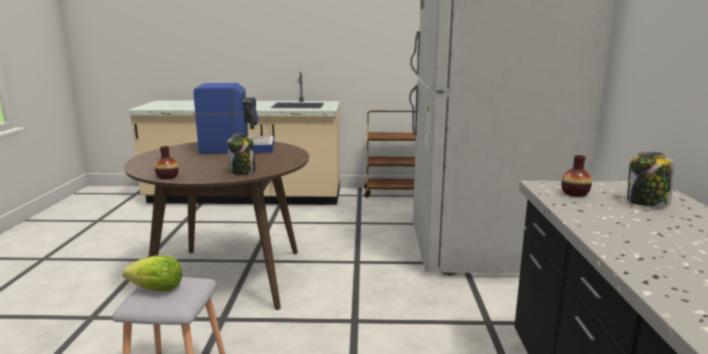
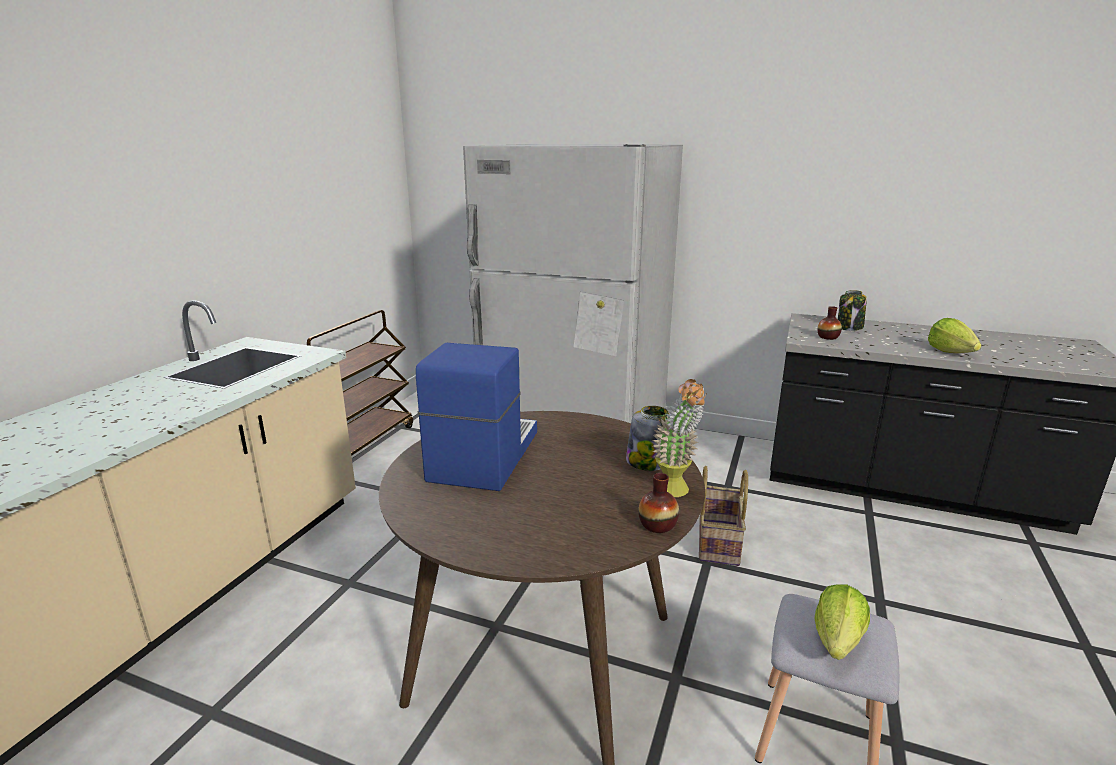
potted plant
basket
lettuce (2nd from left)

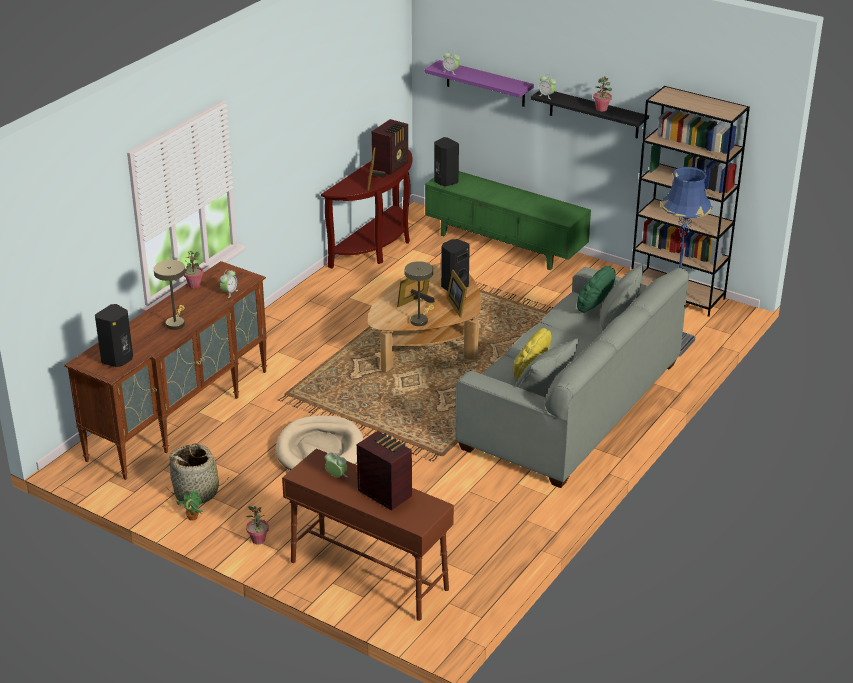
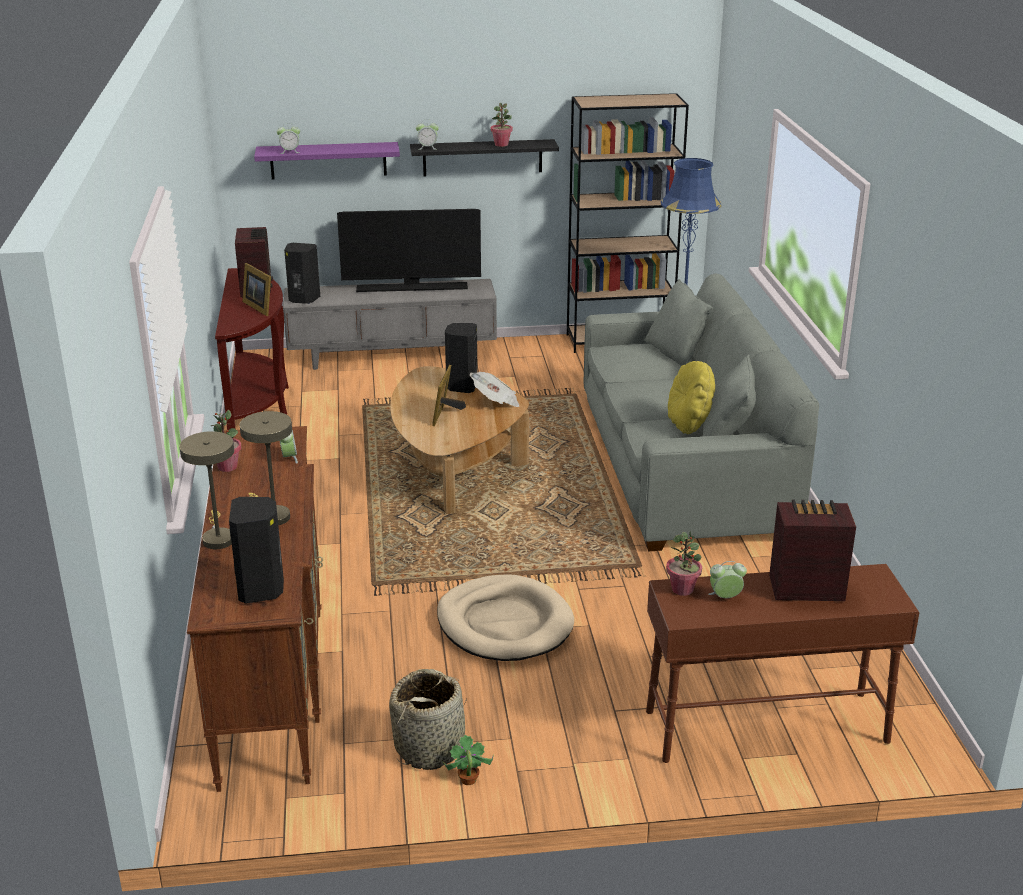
pillow in green
television
potted plant (4th from left)
table lamp in beige (1st from left)
newspaper
tv stand in grey

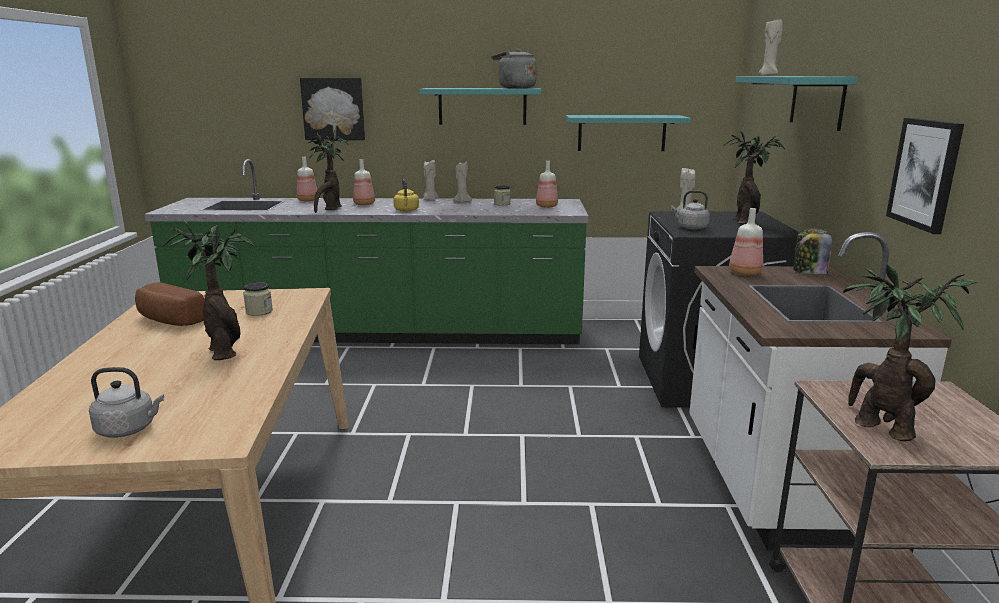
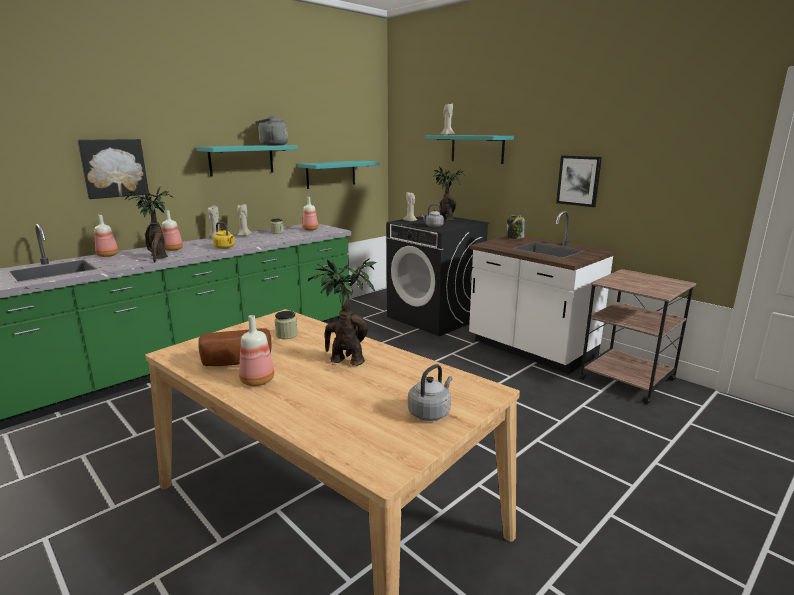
potted plant (4th from left in the first image)
bottle (3rd from left)

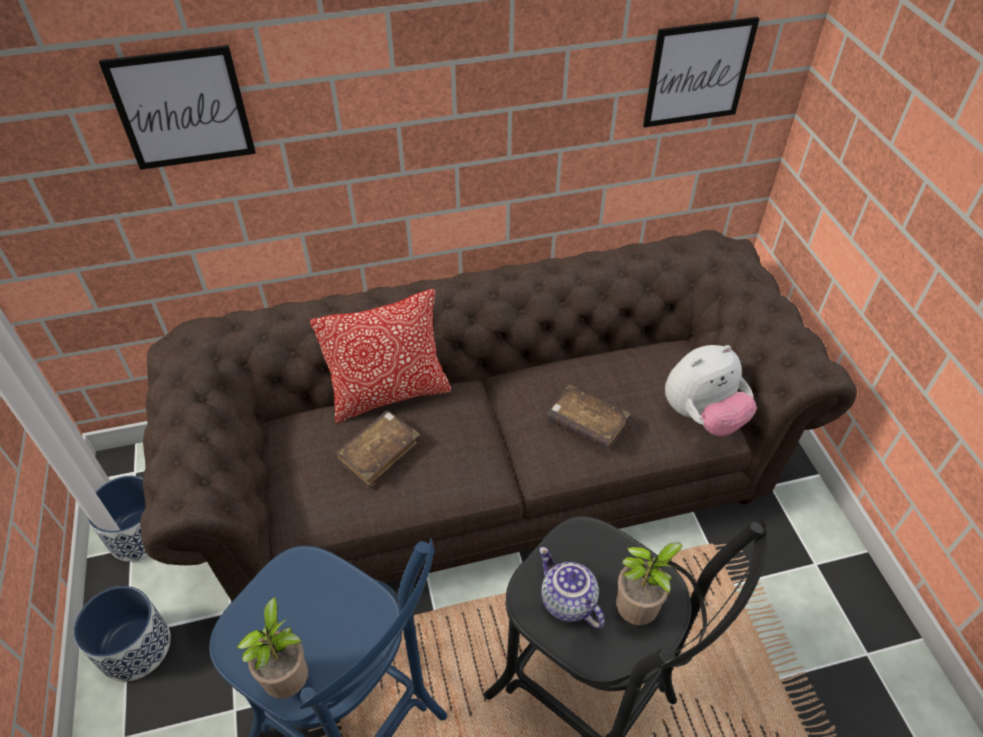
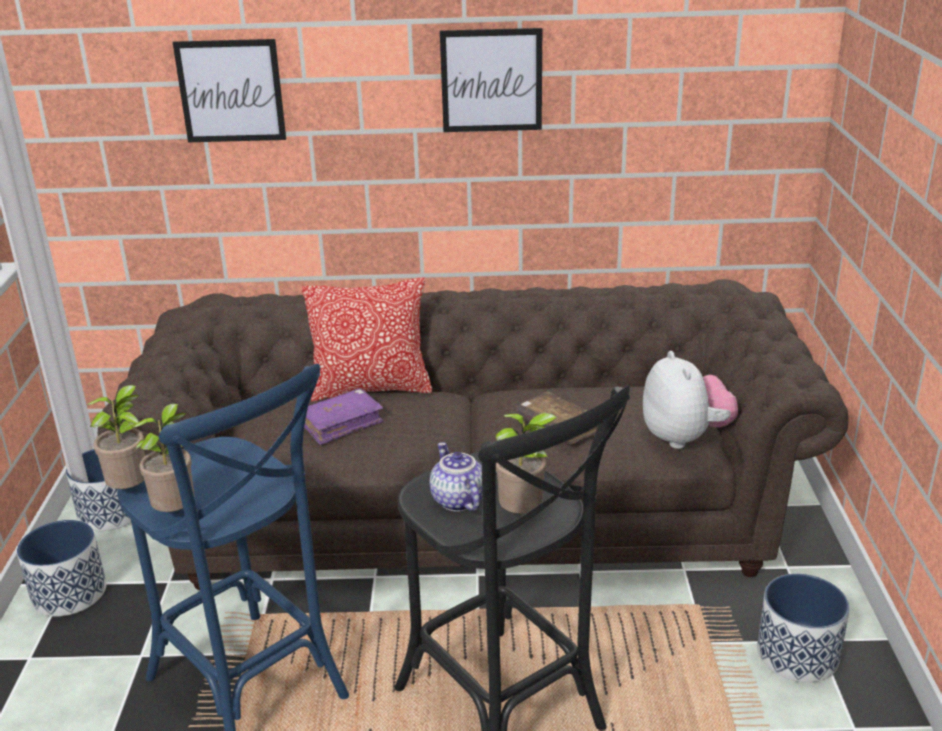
potted plant (1st from left)
planter (3rd from left)
picture (2nd from left)
book in purple
plush toy

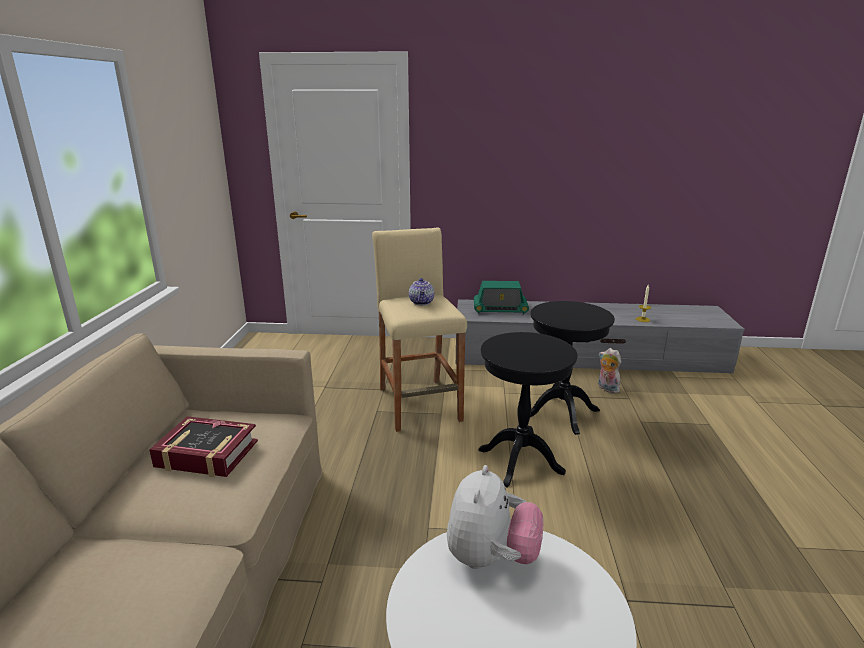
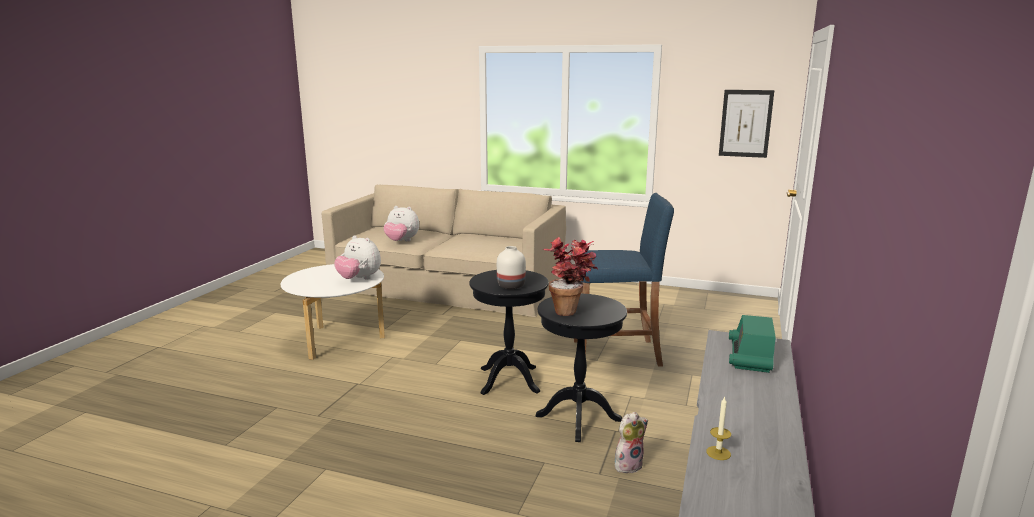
book
teapot
plush toy (2nd from left)
vase in white
potted plant
picture
stool in blue

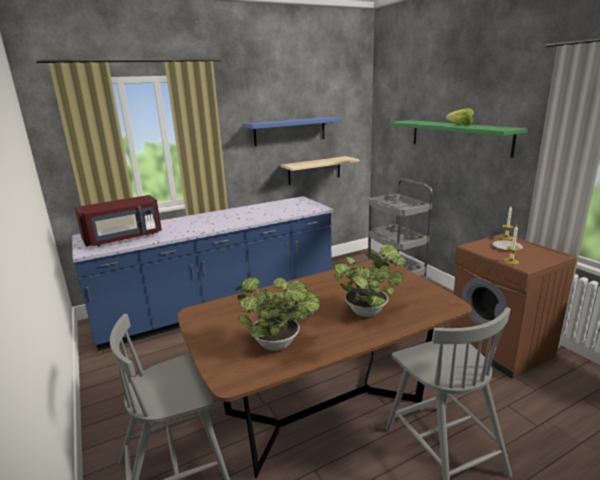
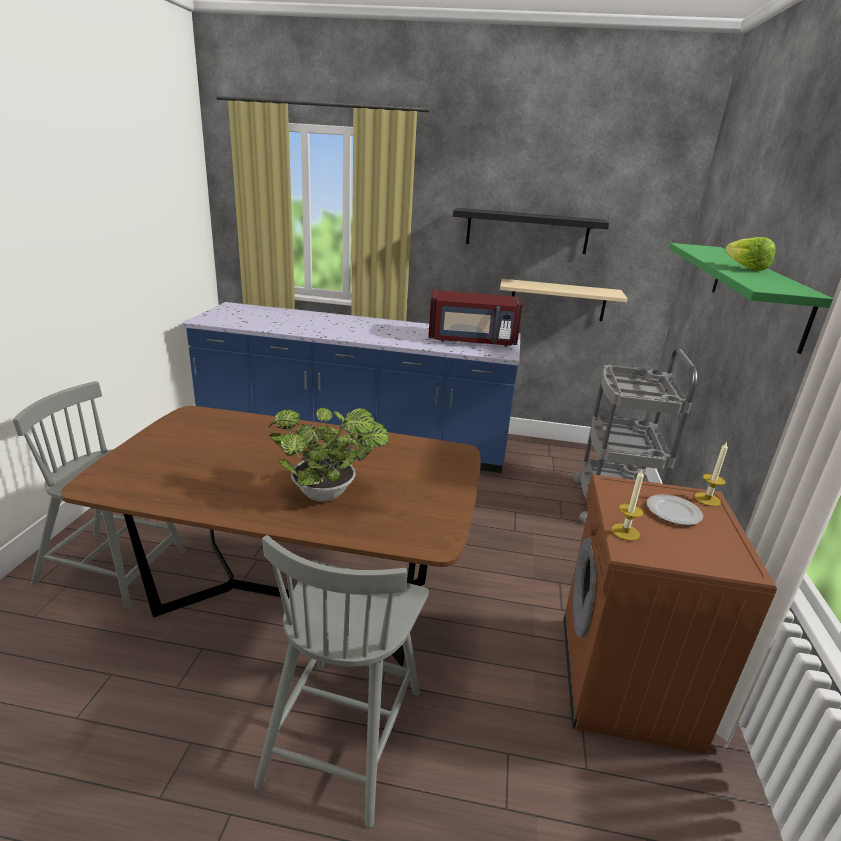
potted plant (1st from left in the first image)
microwave in red
shelf in black

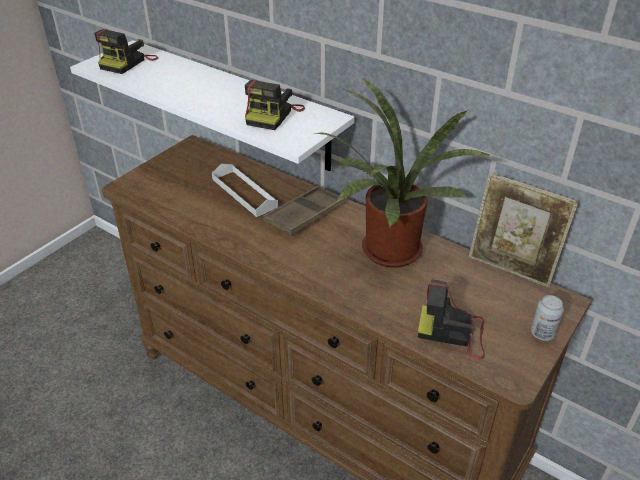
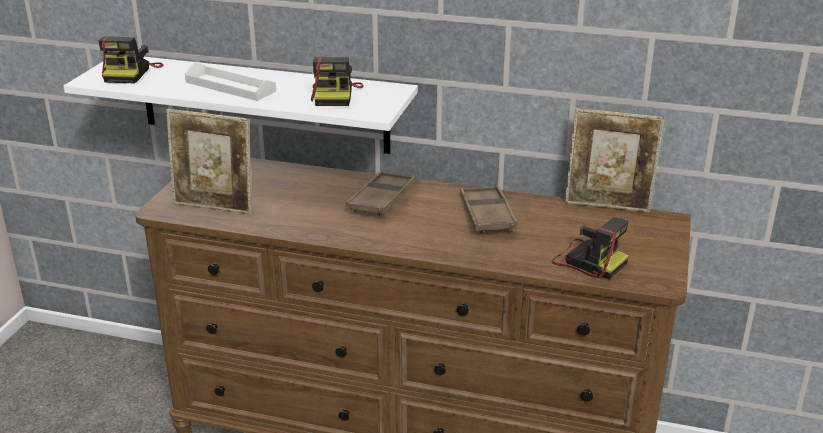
can
picture frame (1st from left)
tray in white
tray in brown (2nd from left)
photo camera (3rd from left)

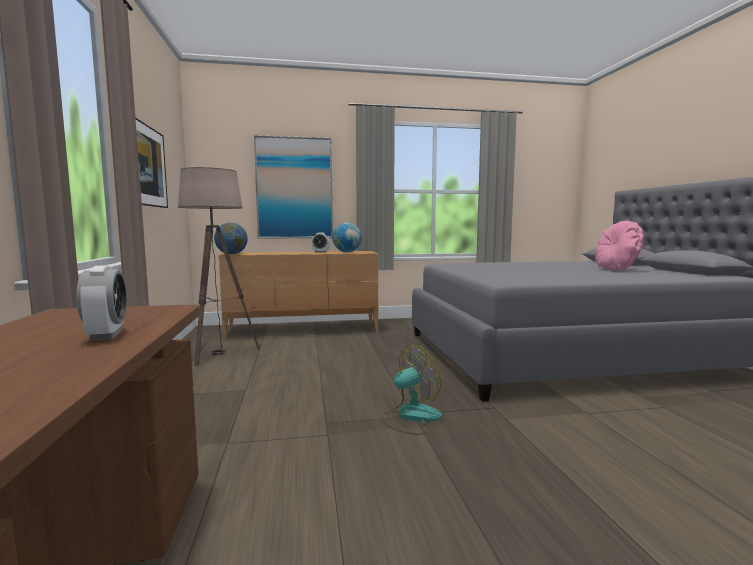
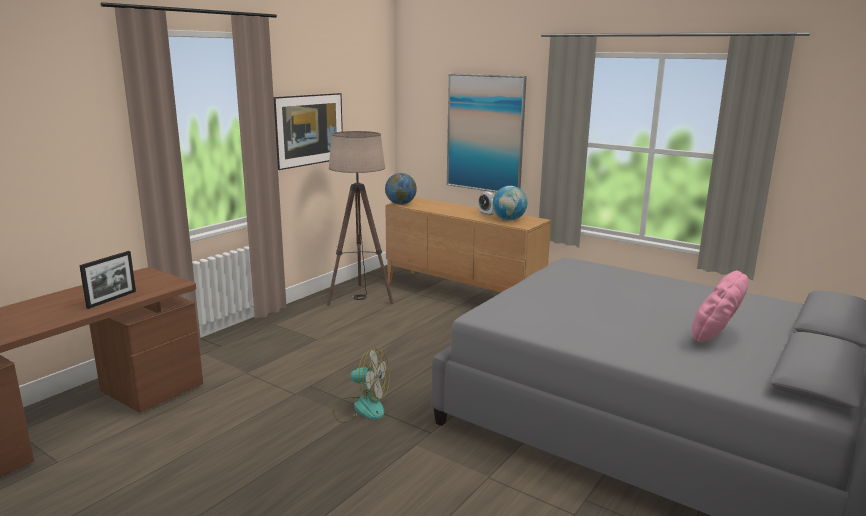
picture frame

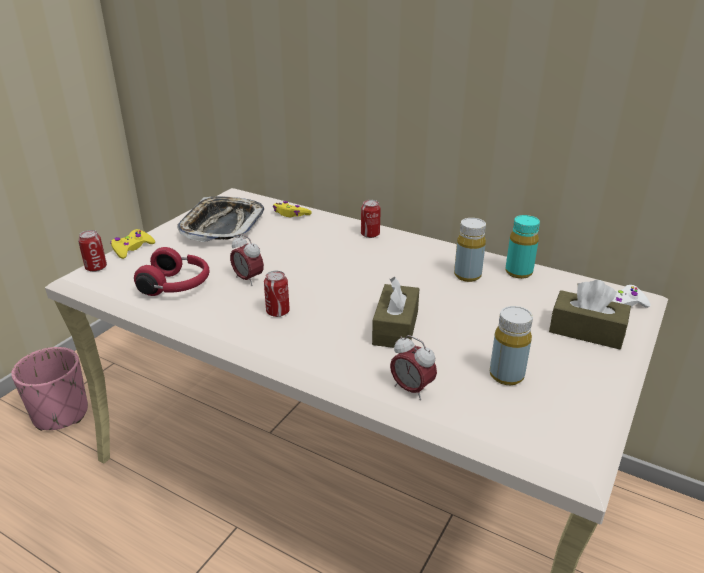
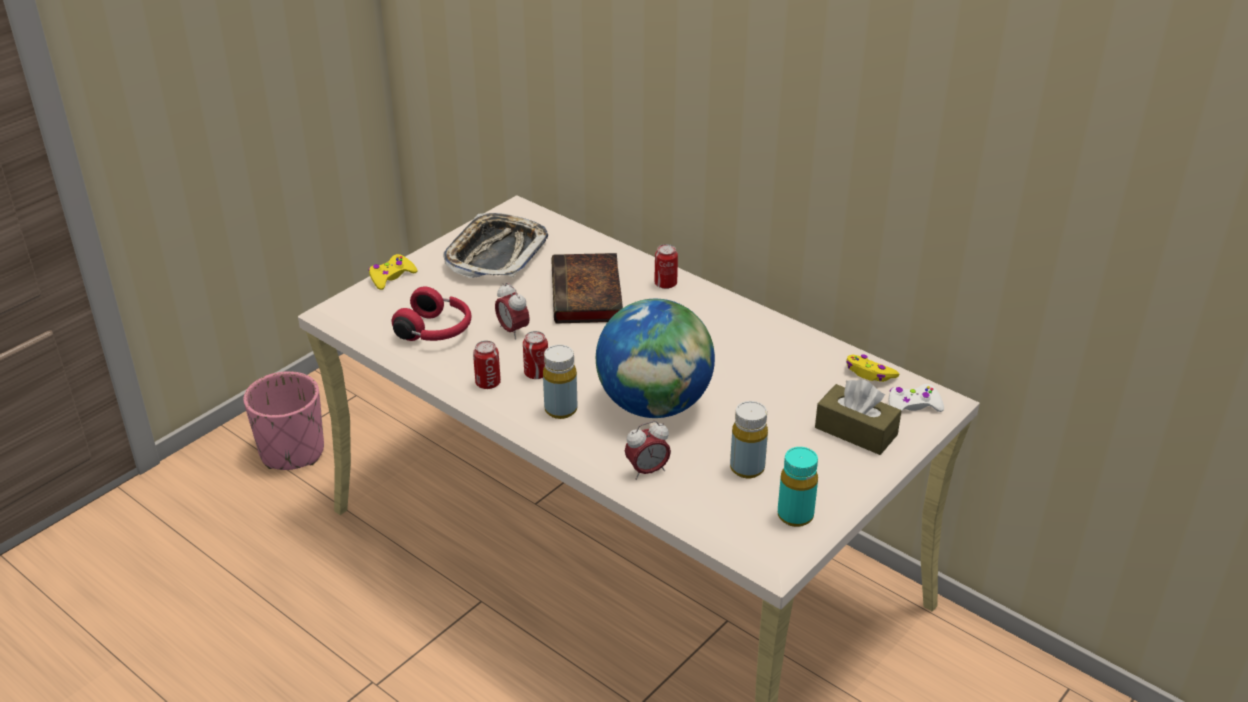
book
can (1st from left)
game controller in yellow (2nd from left)
bottle in yellow (1st from left)
bottle in turquoise
globe
alarm clock (2nd from left)

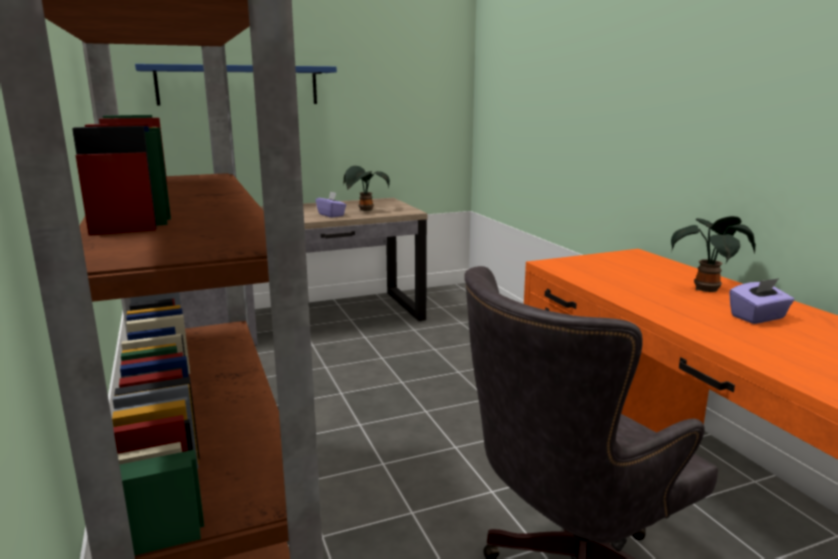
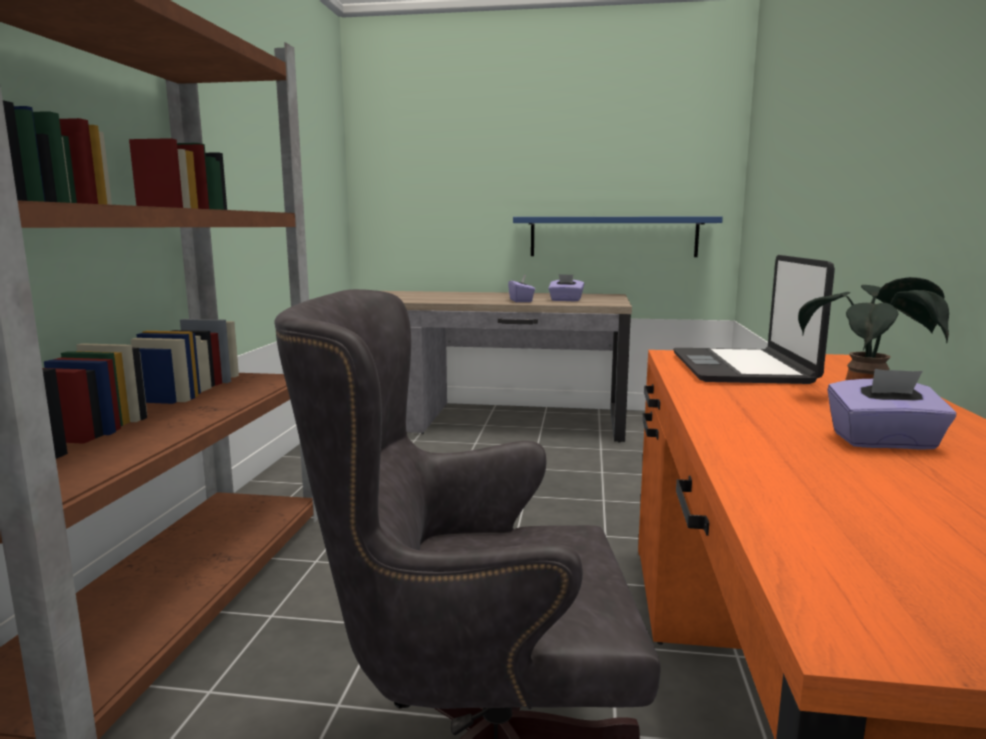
laptop
shelf in blue
tissue box in purple (2nd from left)

